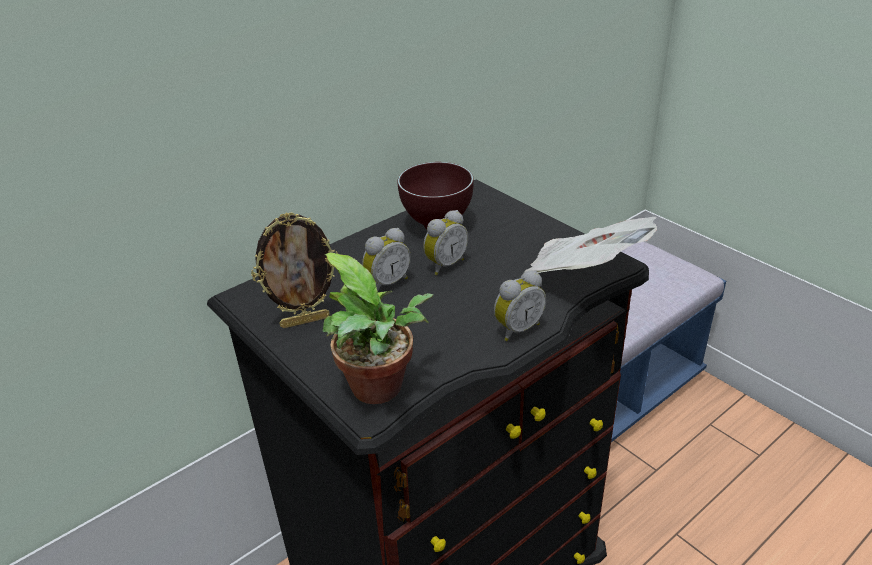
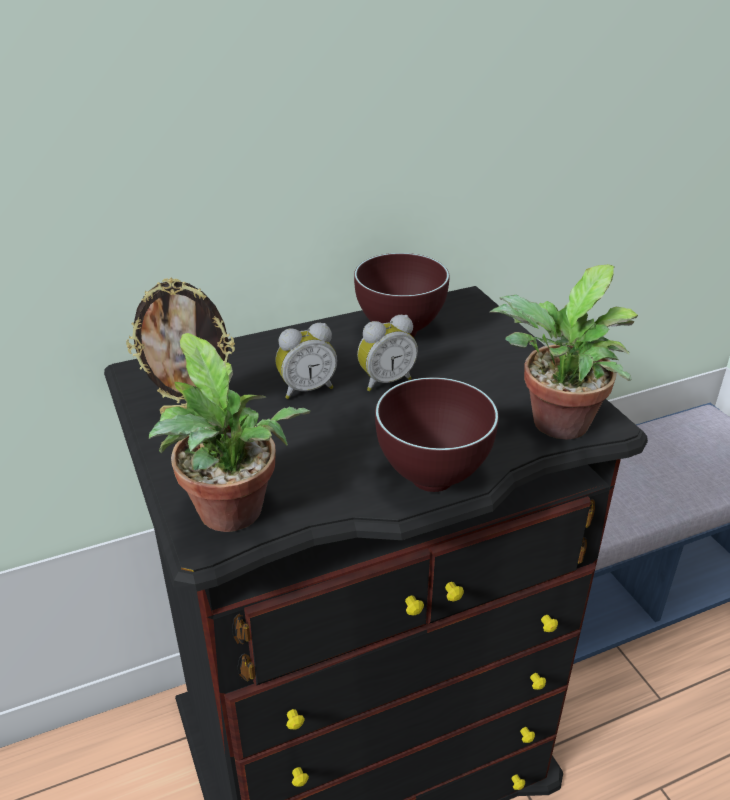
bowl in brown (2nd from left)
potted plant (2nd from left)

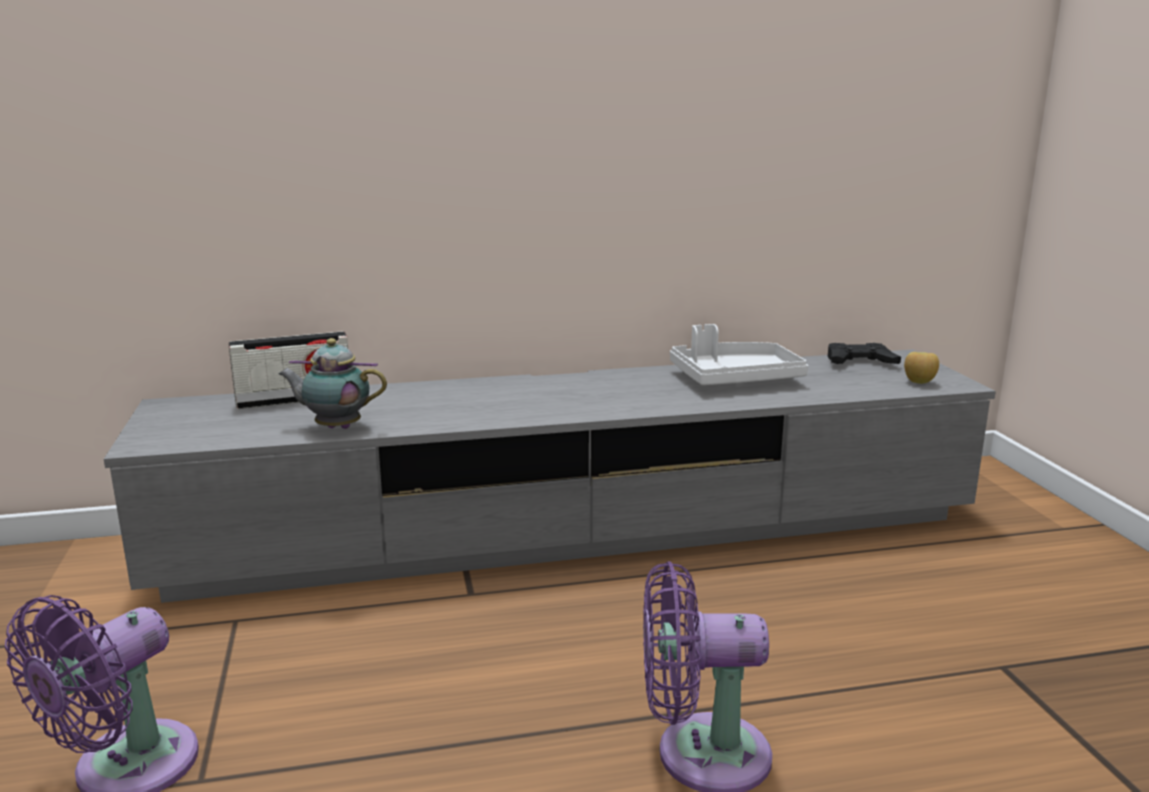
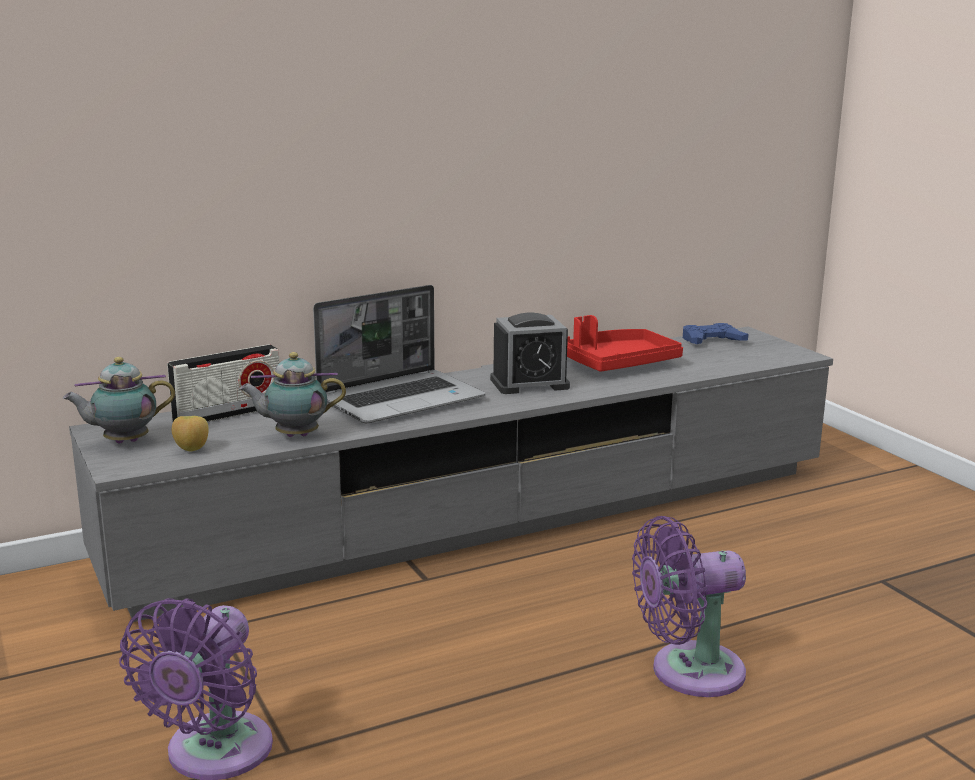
teapot (1st from left)
laptop
alarm clock
apple
tray in red
game controller in blue

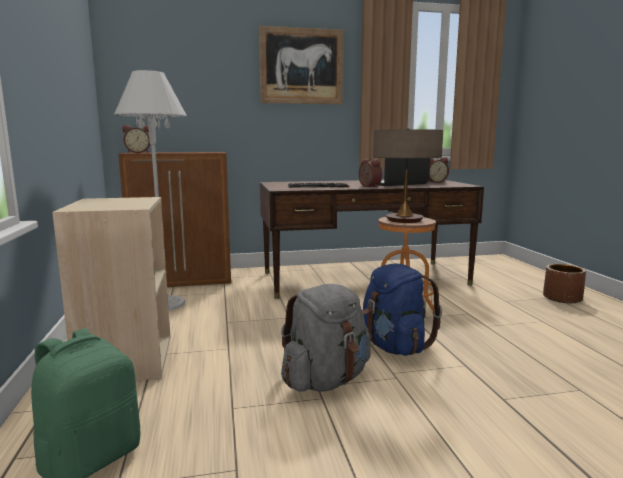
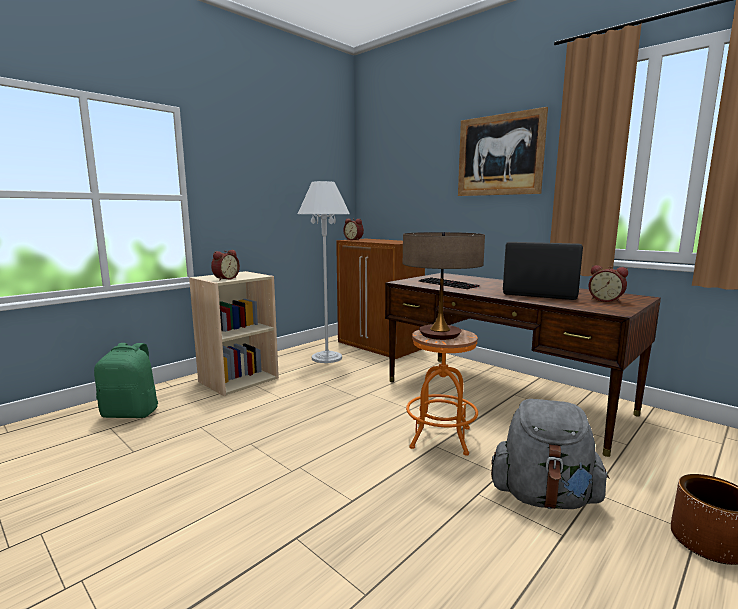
backpack in blue
backpack in grey
alarm clock (1st from left)

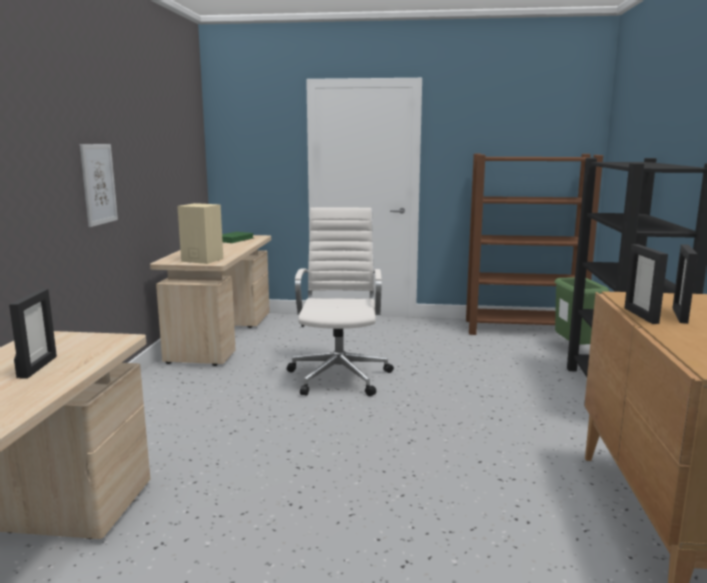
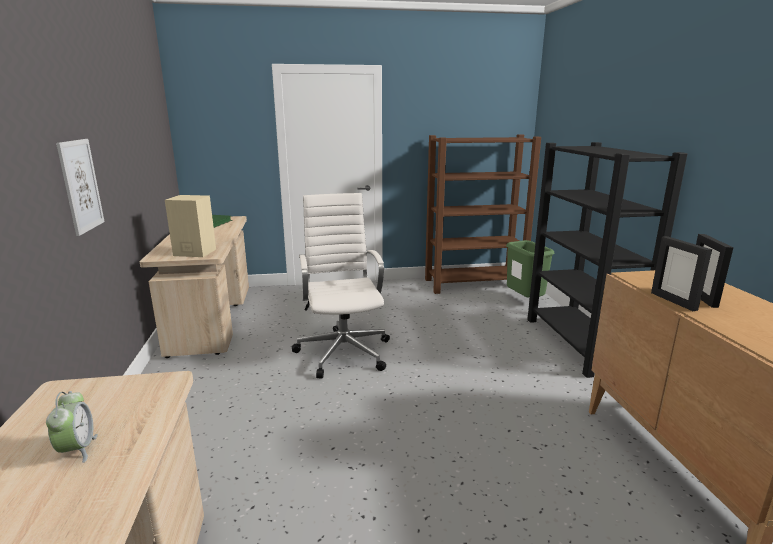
alarm clock

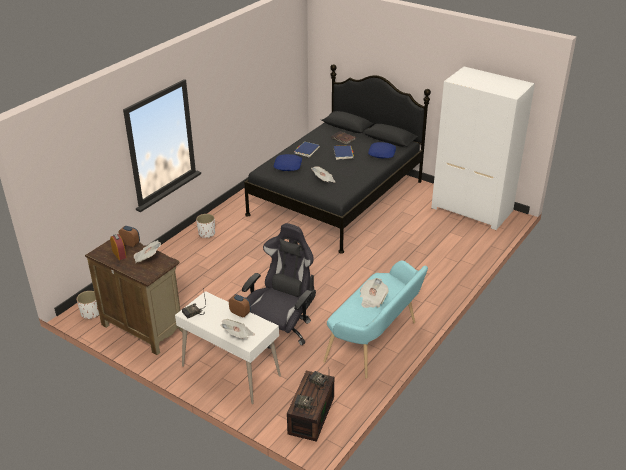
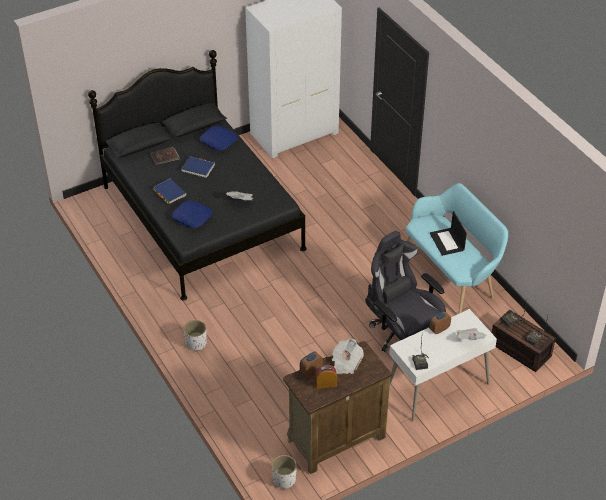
laptop

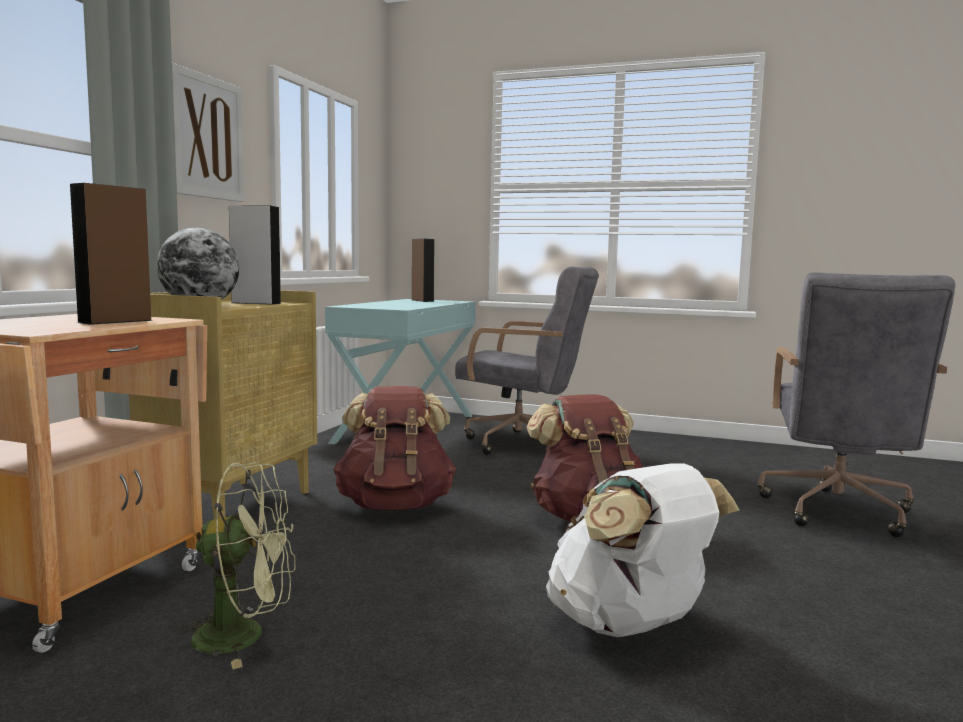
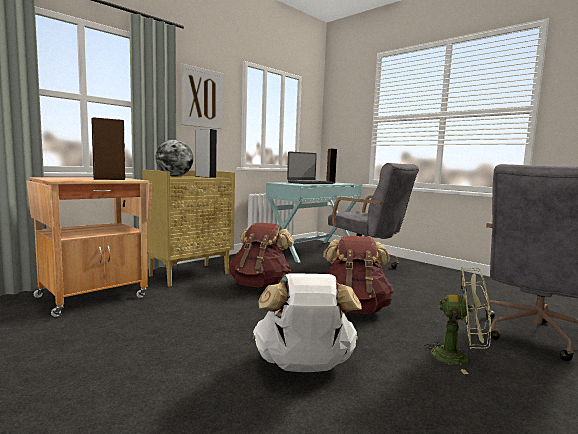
laptop
fan in green

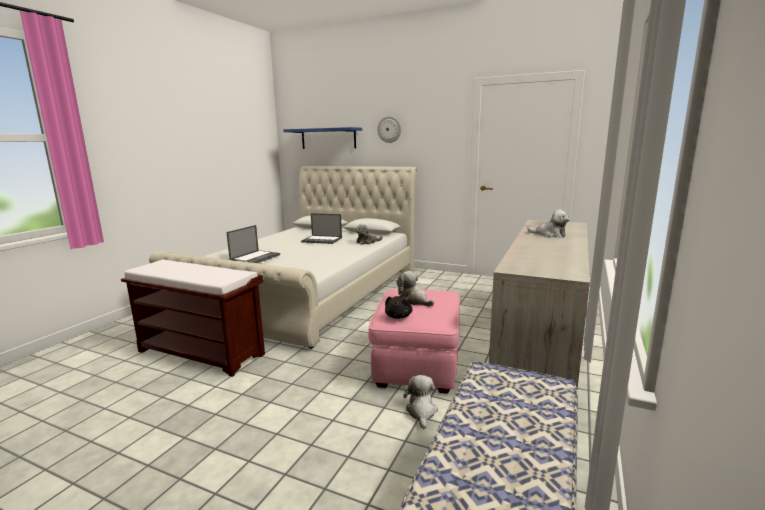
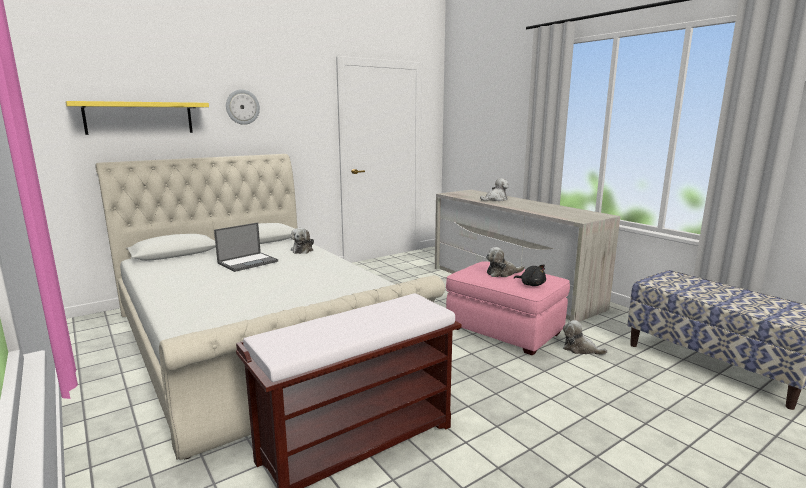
laptop (1st from left in the first image)
shelf in yellow

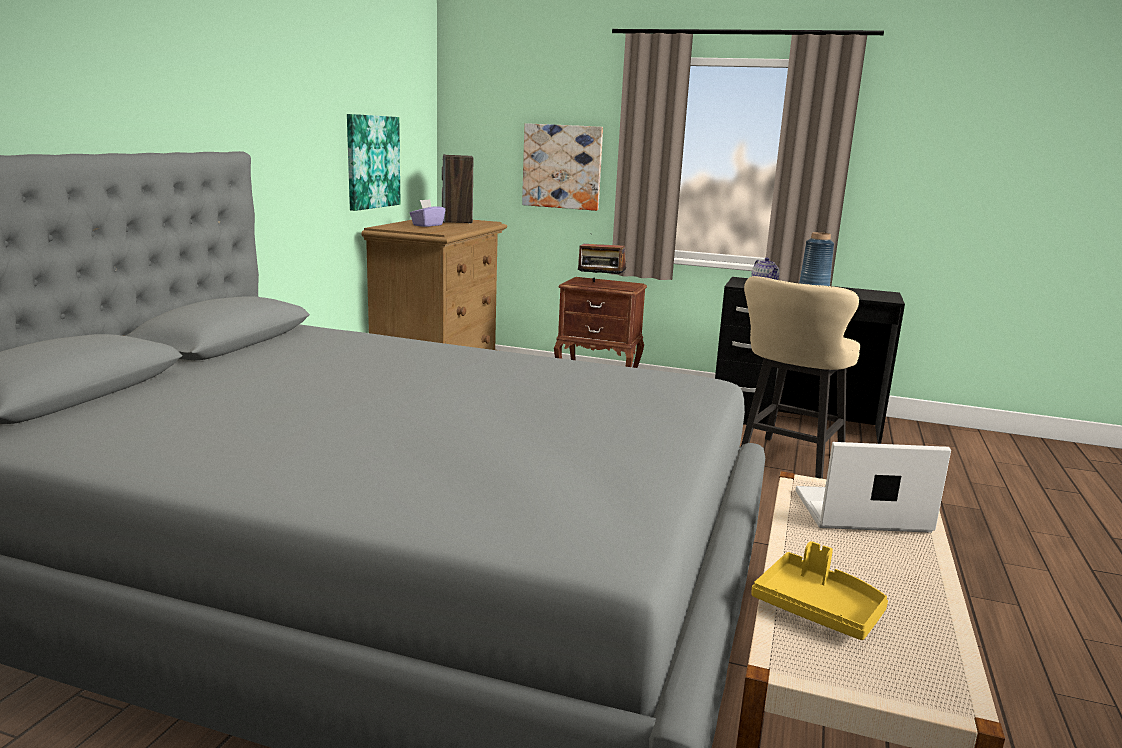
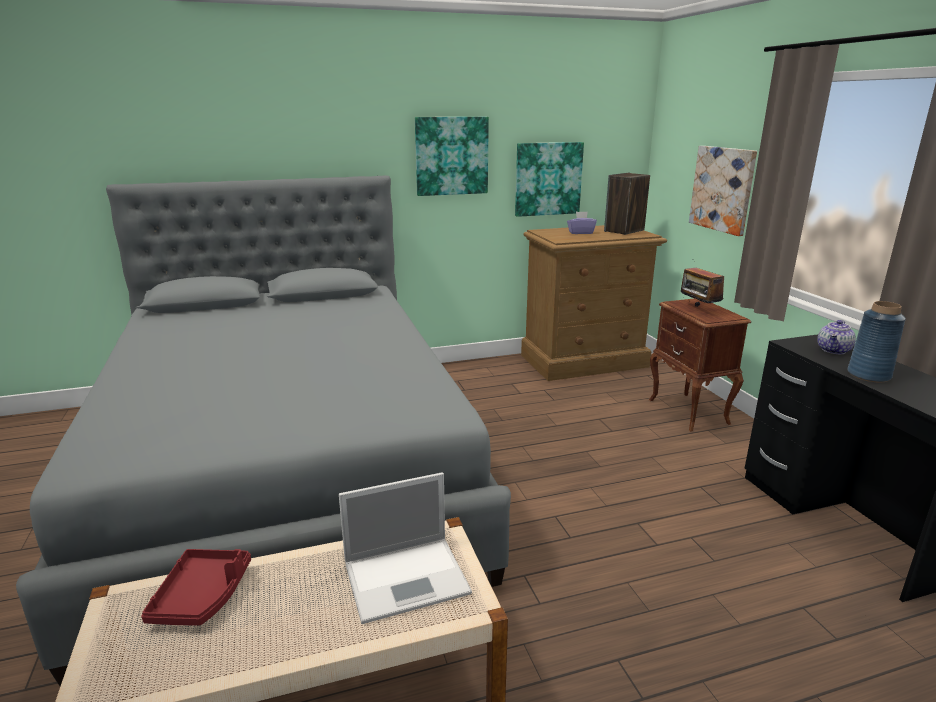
stool in beige
picture (1st from left)
tray in red
laptop

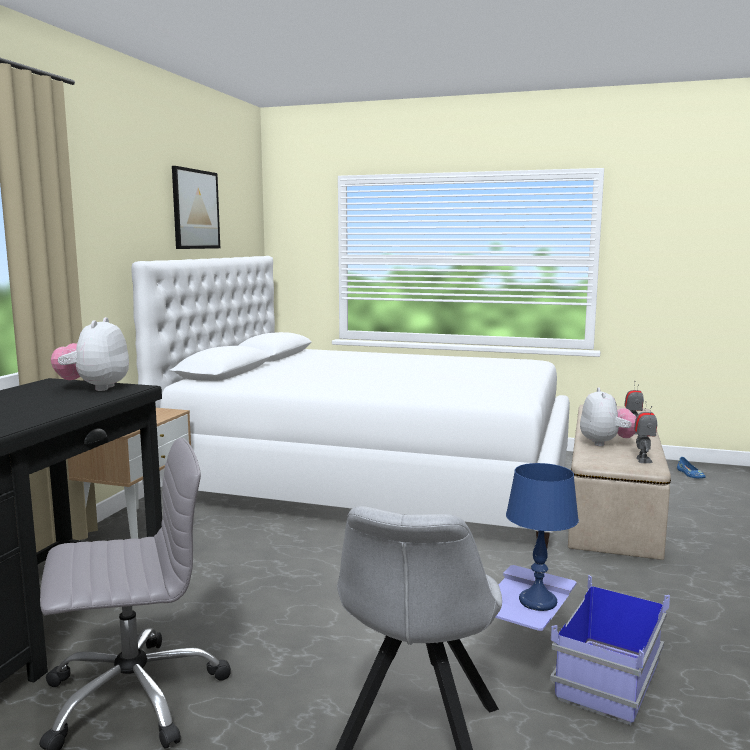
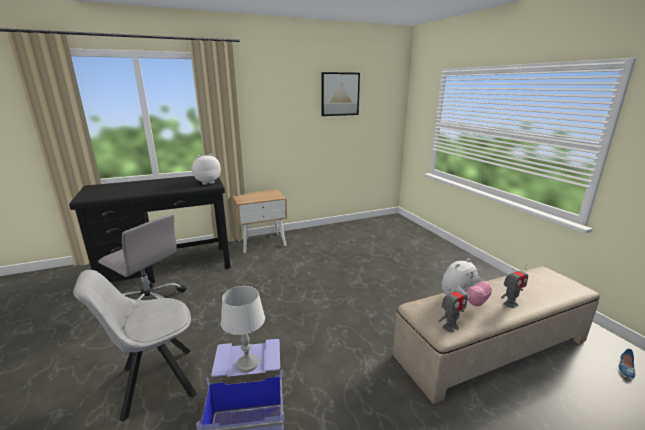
bed in white
table lamp in grey

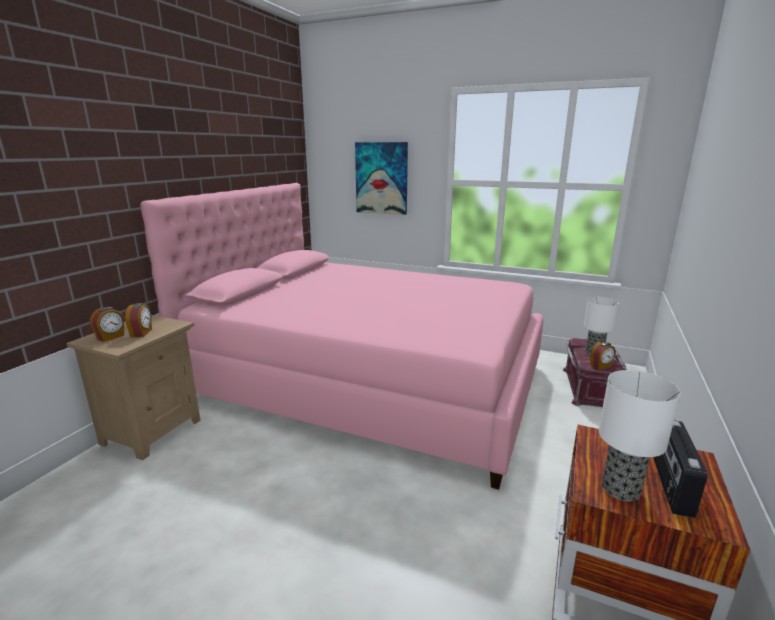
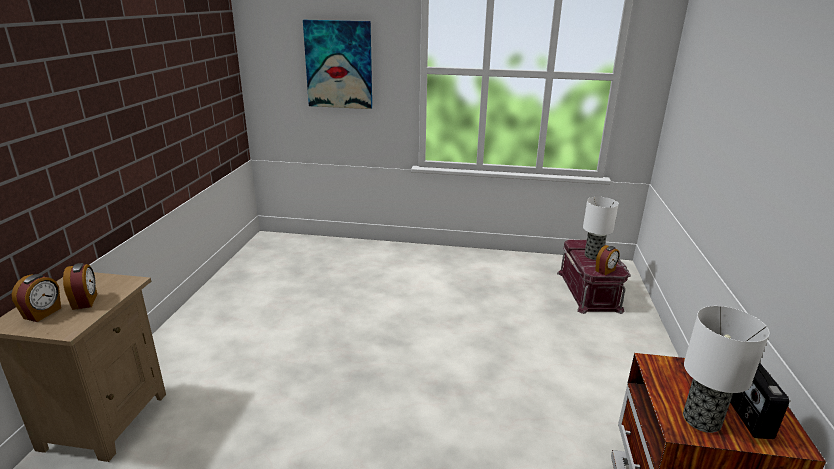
bed in pink

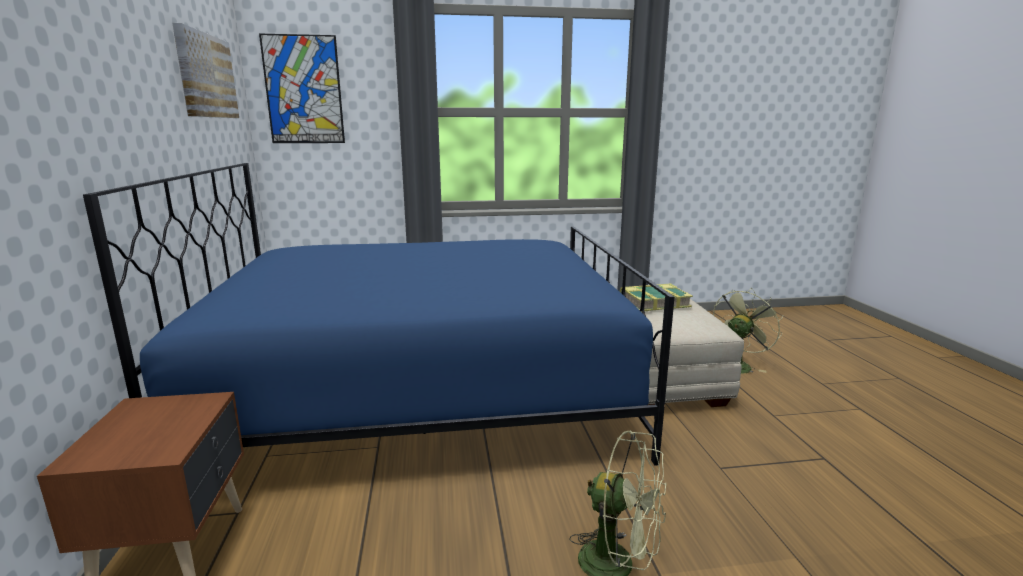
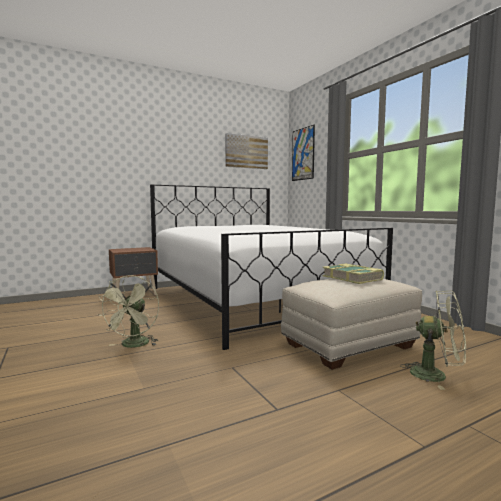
bed in white

